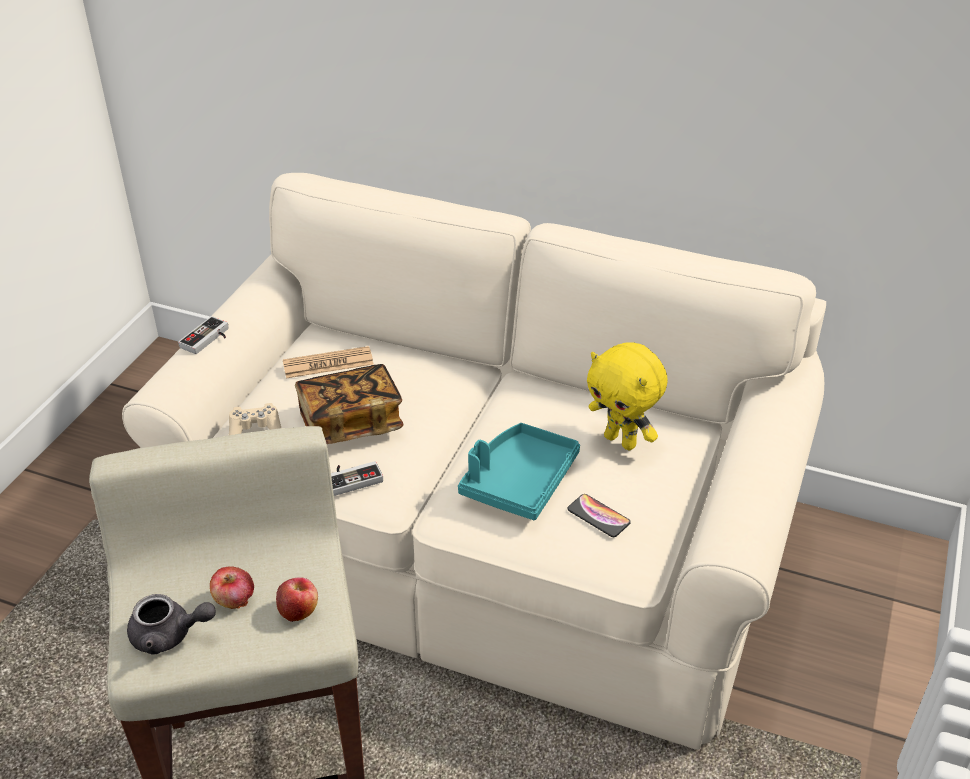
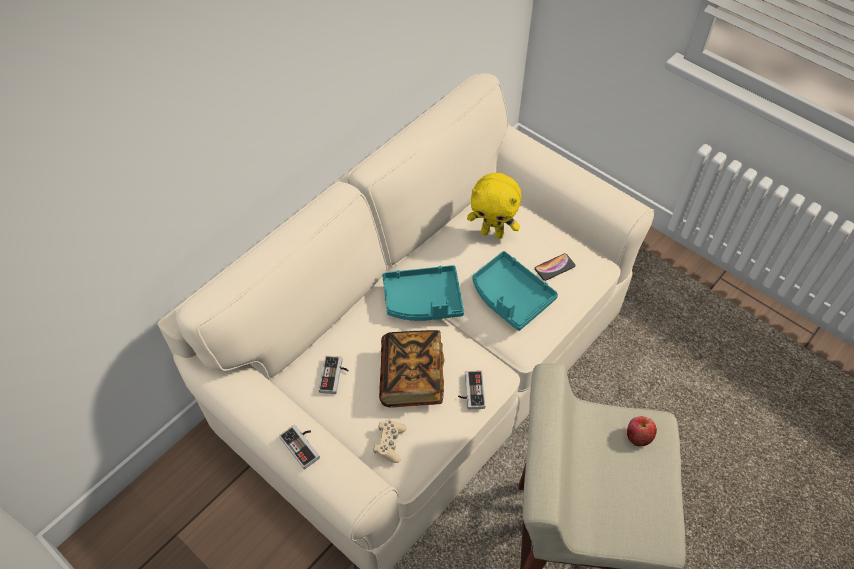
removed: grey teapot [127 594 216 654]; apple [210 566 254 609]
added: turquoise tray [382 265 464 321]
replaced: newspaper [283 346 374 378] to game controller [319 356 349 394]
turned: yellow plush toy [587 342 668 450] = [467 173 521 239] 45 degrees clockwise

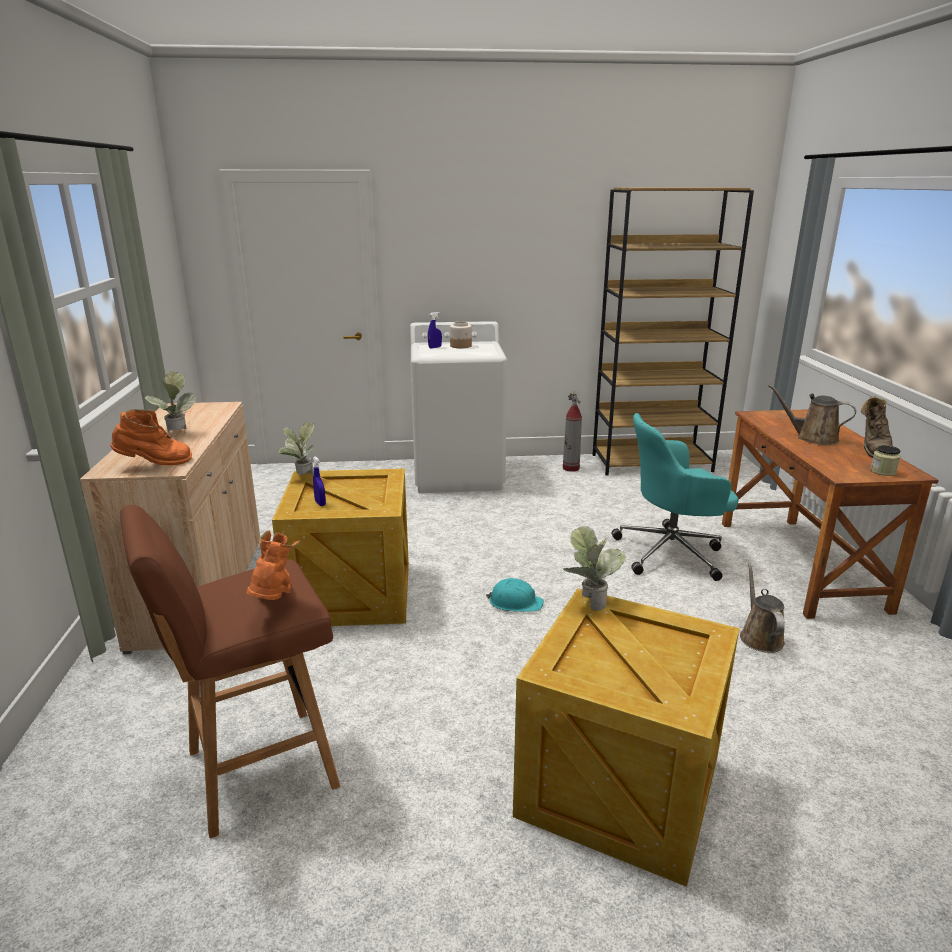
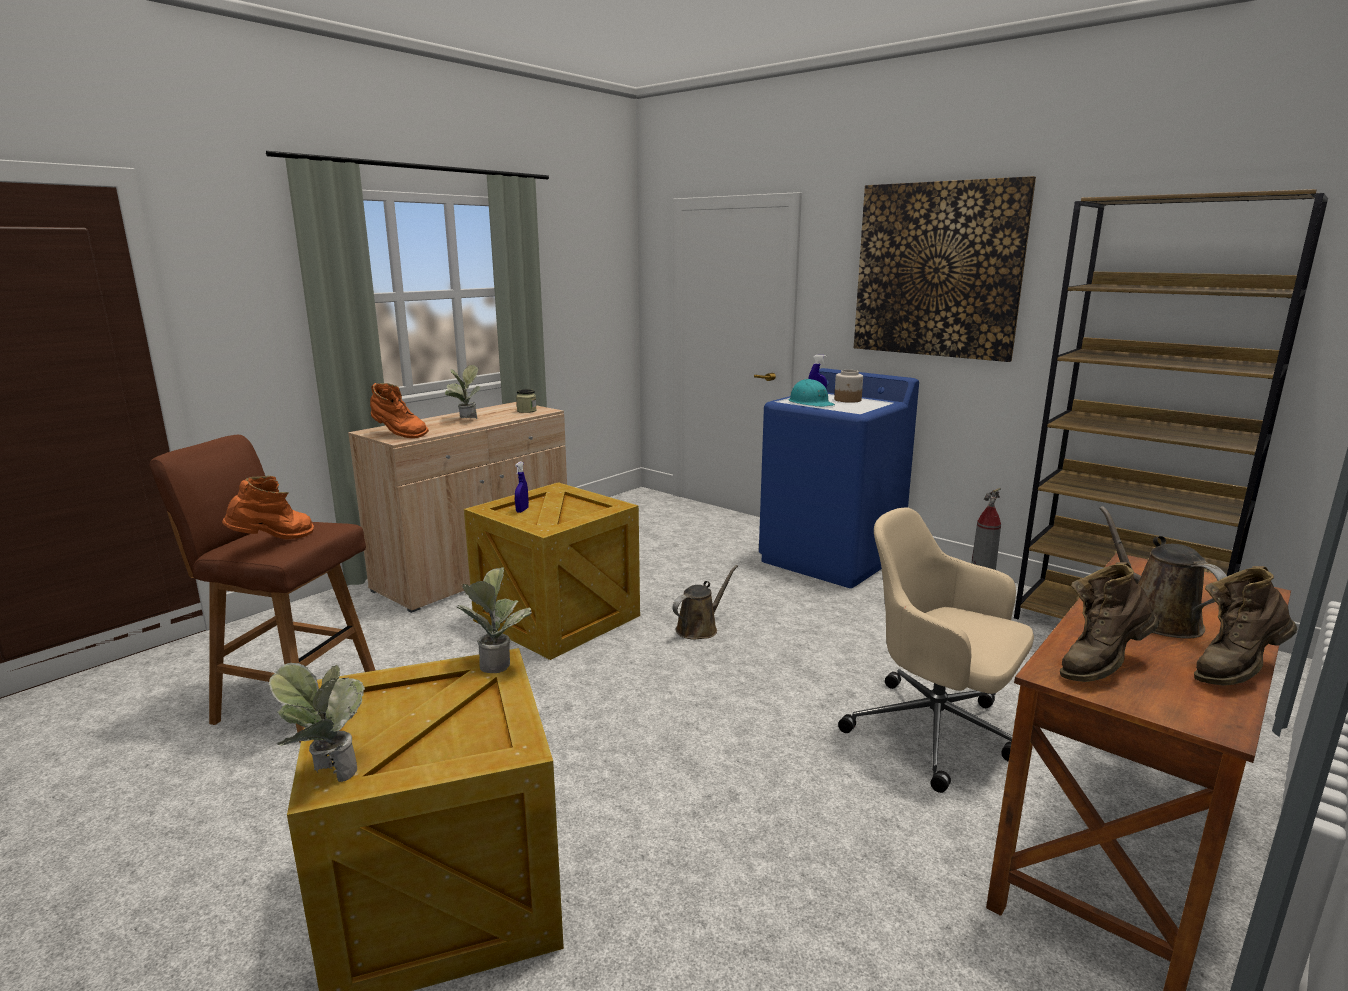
added: picture [854 176 1036 362]; brown boot [1060 562 1159 682]
moved: potted plant [279 422 315 476] to [269 663 365 782]; turquoise hard hat [486 578 544 612] to [789 379 835 407]; brown watering can [740 562 785 653] to [673 565 738 640]; jar [870 445 901 476] to [516 389 537 413]
recoloured: white washing machine [410 321 507 493] to blue washing machine [759 368 919 588]; turquoise office chair [611 413 738 581] to beige office chair [838 508 1034 793]

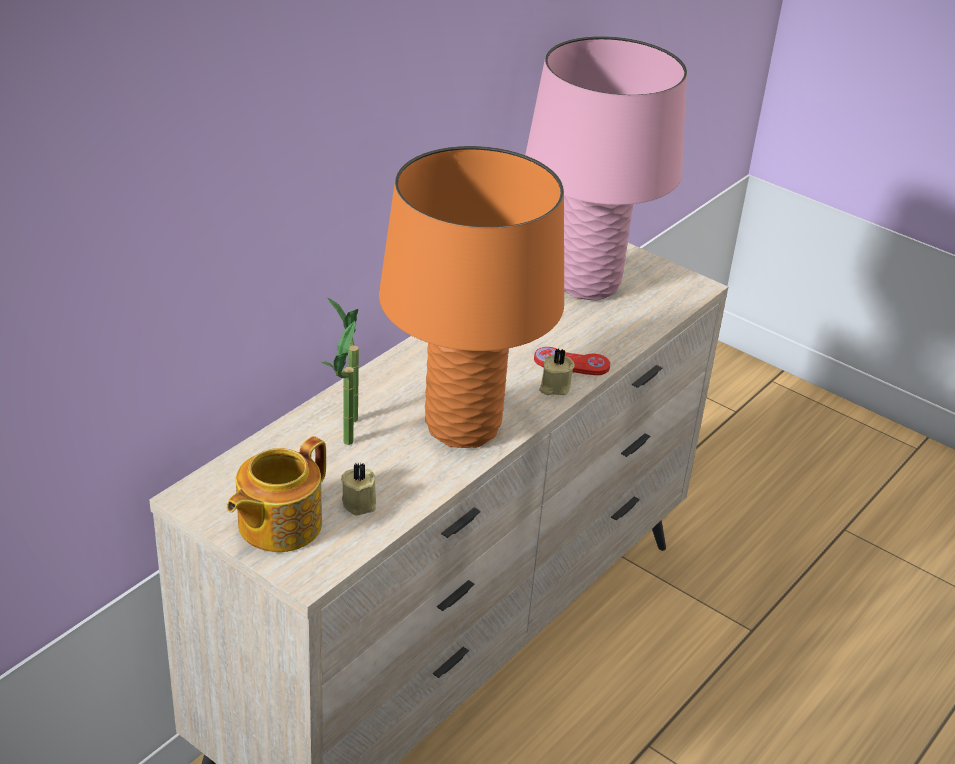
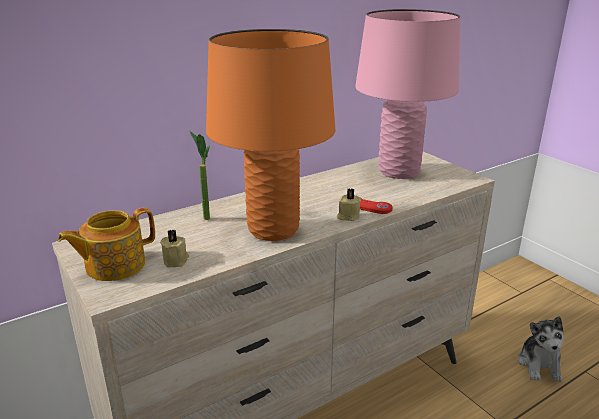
removed: potted plant [321 321 355 445]
added: plush toy [518 316 564 382]

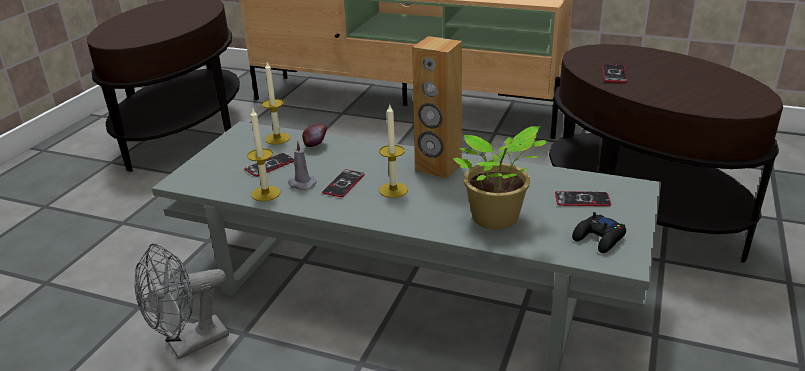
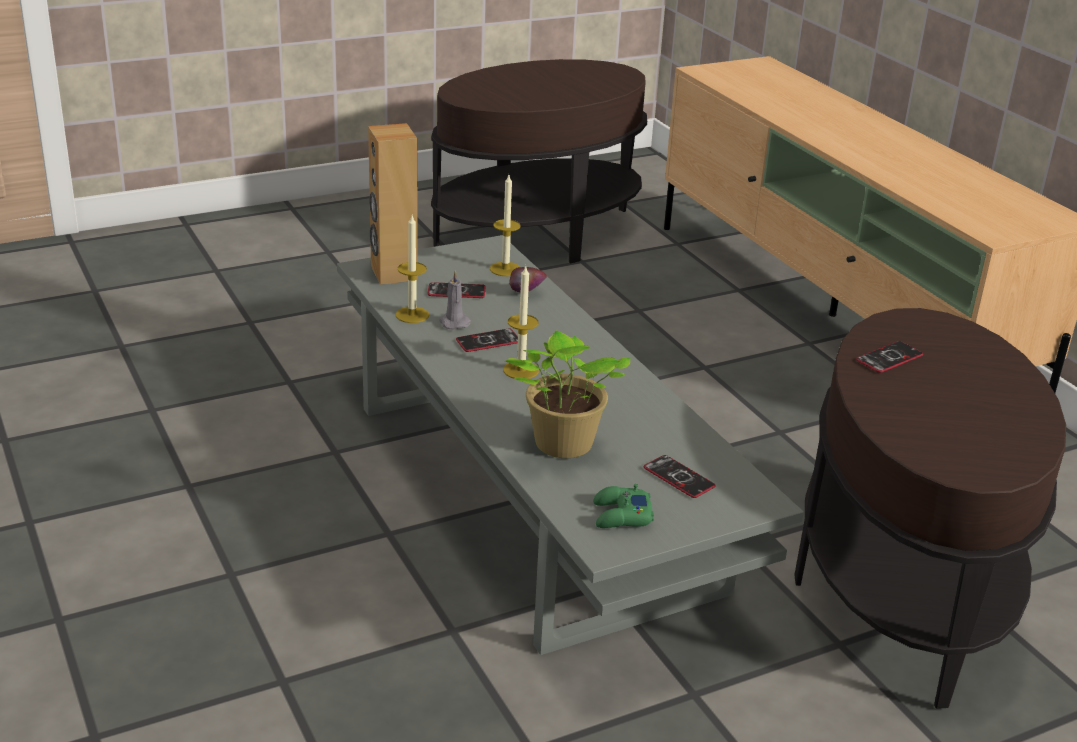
removed: grey fan [134 243 229 359]
moved: brown speaker [412 36 462 179] to [368 123 418 285]
recoloured: black game controller [572 212 626 253] to green game controller [593 484 654 528]

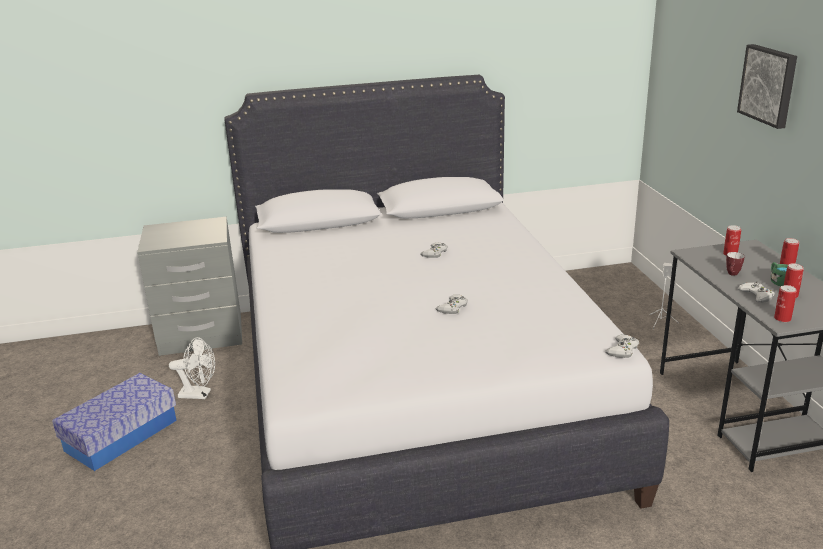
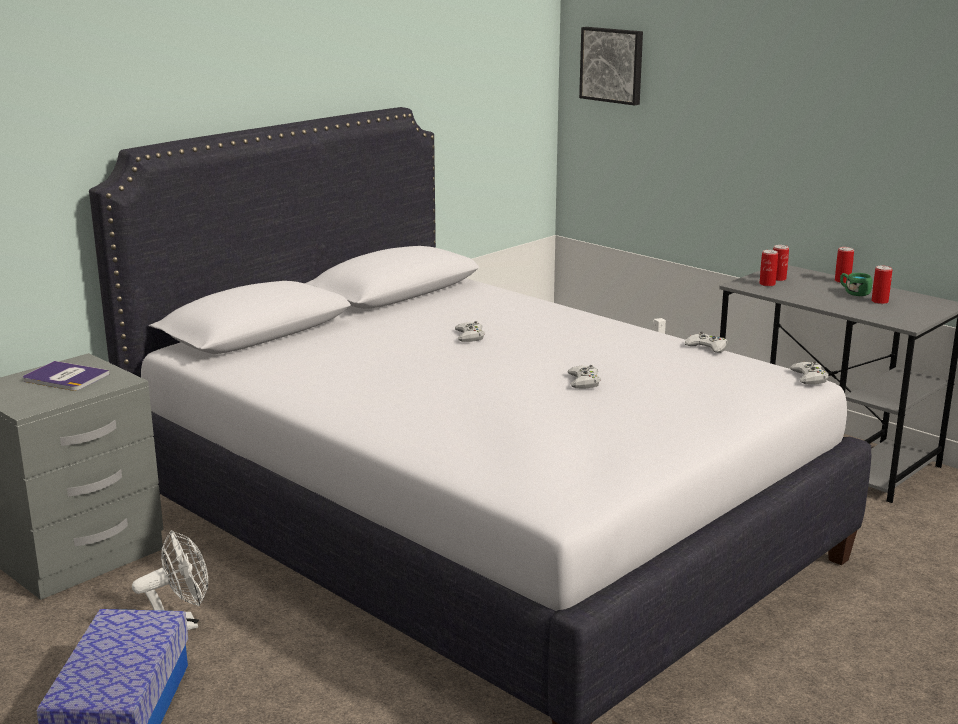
removed: mug [726 252 745 276]
added: book [23 361 109 391]
moved: picture [737 44 797 129] to [579 27 643 106]; white game controller [738 281 775 303] to [685 332 728 353]; can [774 285 797 322] to [759 250 778 287]

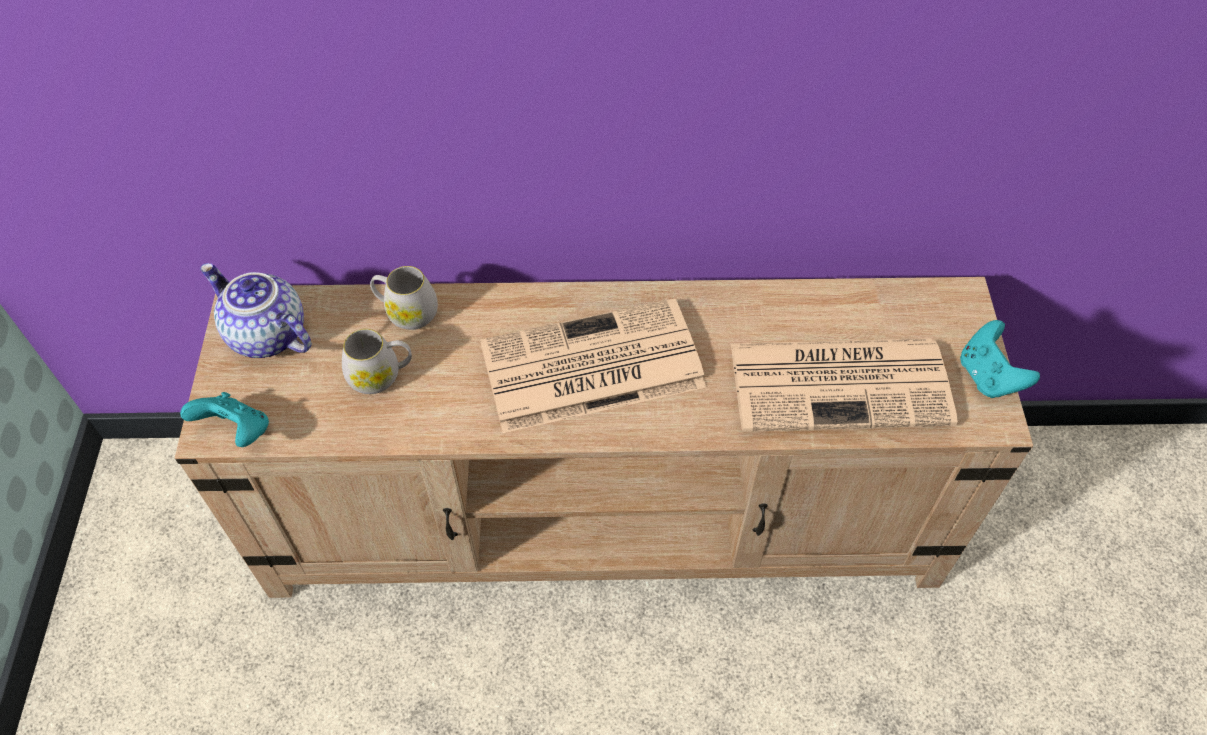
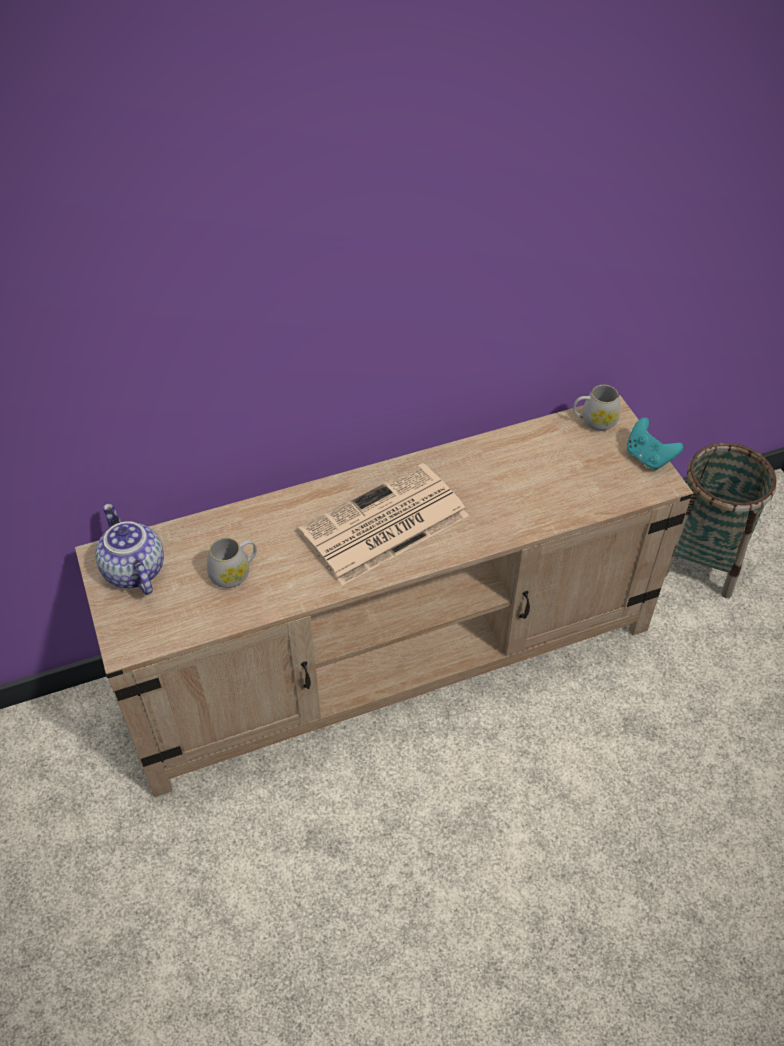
removed: turquoise game controller [180 392 269 447]; newspaper [731 338 958 432]
added: basket [665 443 777 598]
moved: white mug [370 266 438 330] to [573 385 620 431]
turned: teapot [200 263 312 358] = [95 503 164 595] 45 degrees clockwise

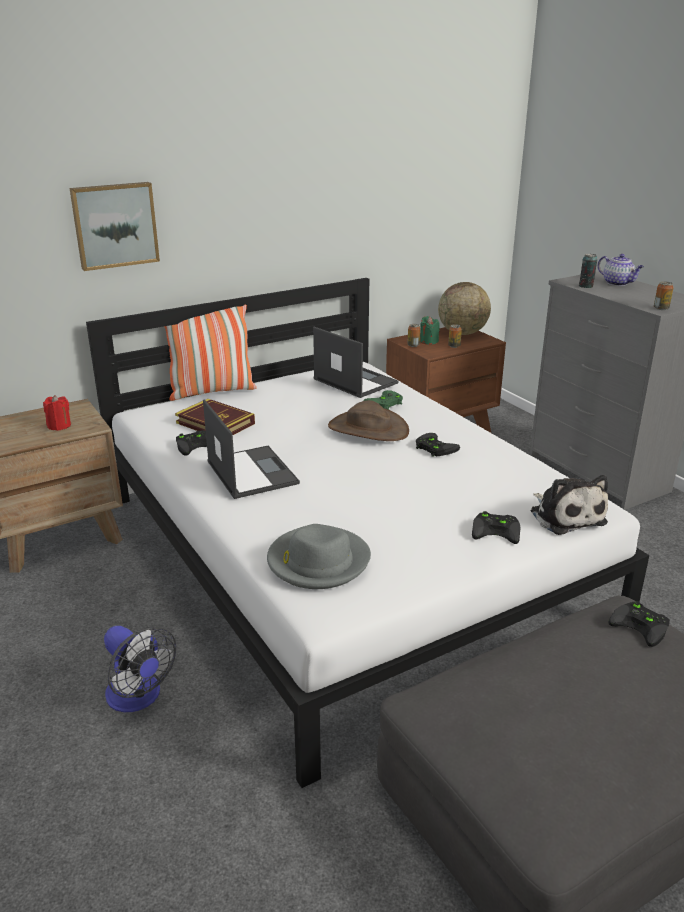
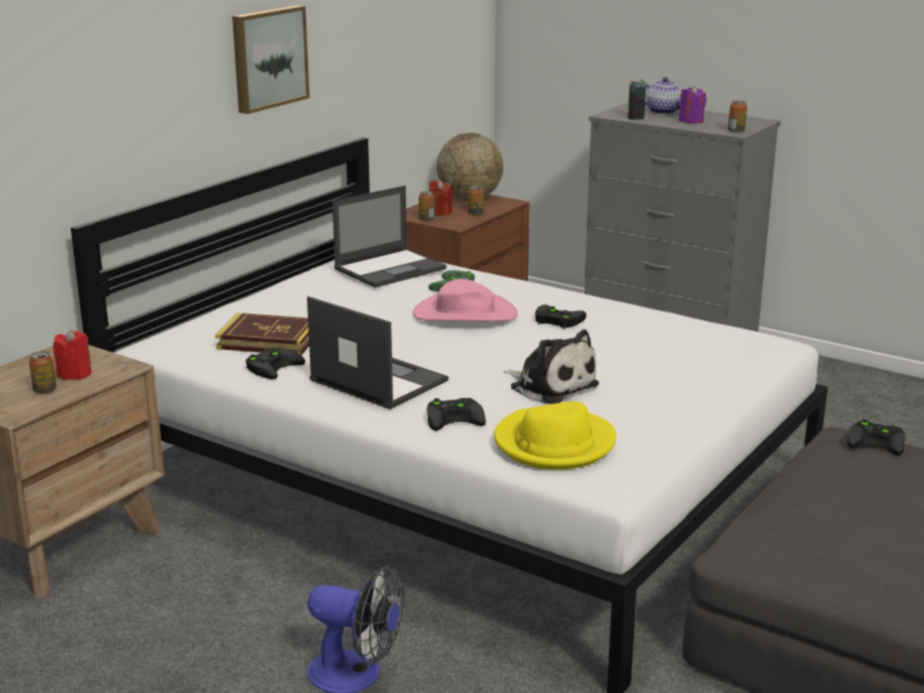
removed: pillow [164 304 257 401]
added: can [29 351 57 394]; purple candle [679 86 707 124]
moved: picture [70 182 160 271] to [232 5 310 114]; black game controller [472 511 520 544] to [427 398 486 431]; plush toy [531 475 608 535] to [504 330 599 404]
recoloured: grey hat [267 524 371 589] to yellow hat [494 402 617 470]; brown hat [328 400 409 441] to pink hat [412 279 518 322]; green candle [420 316 439 345] to red candle [429 180 452 216]
turned: laptop [313 327 398 398] = [332 186 447 288] 120 degrees clockwise

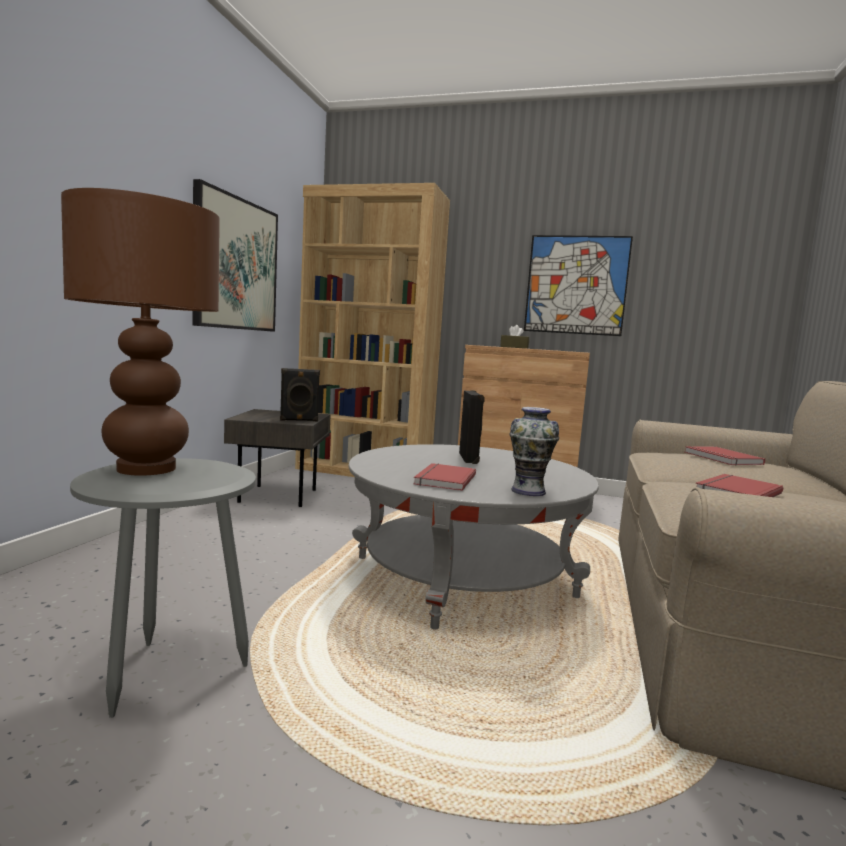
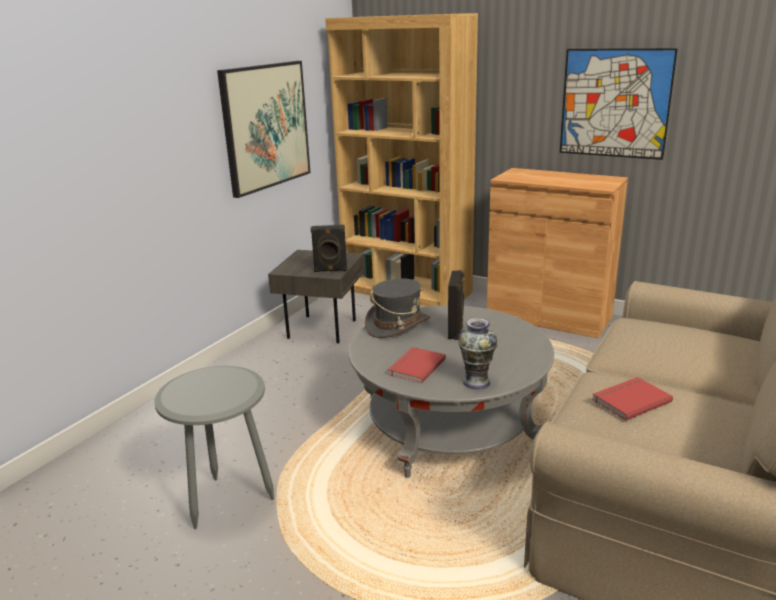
removed: brown table lamp [61 188 220 476]; brown tissue box [500 325 529 349]; red book [685 446 765 466]
added: grey hat [365 278 430 338]

